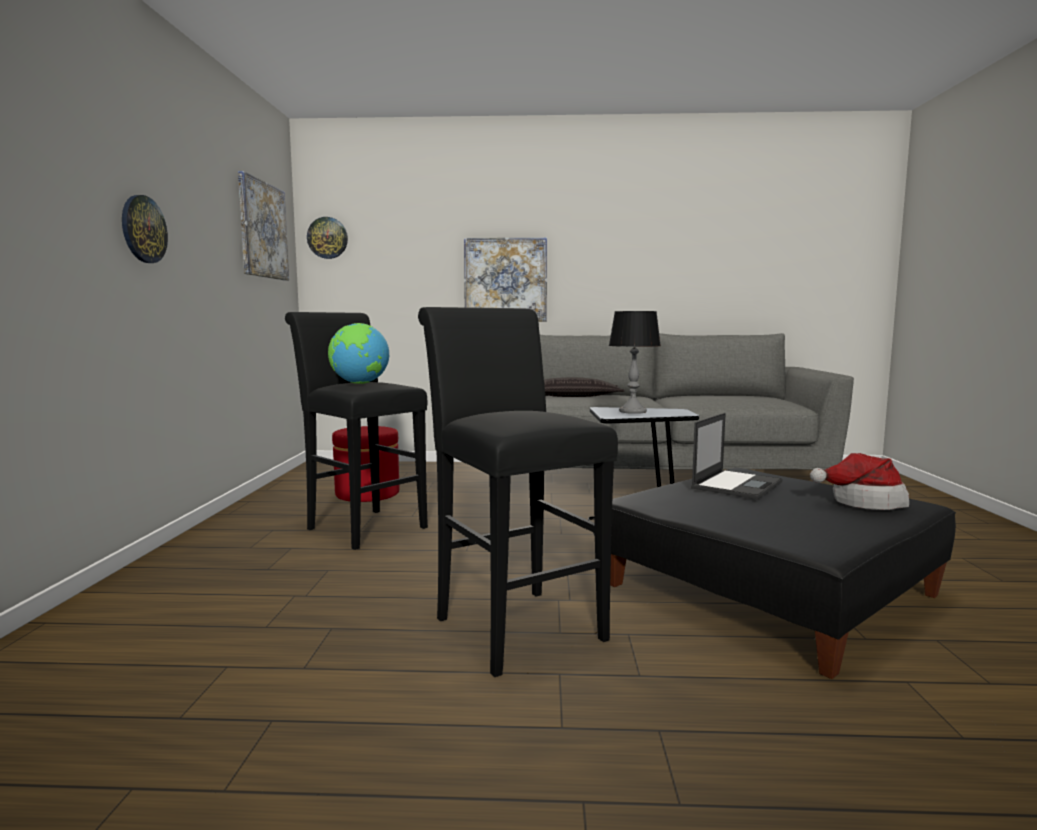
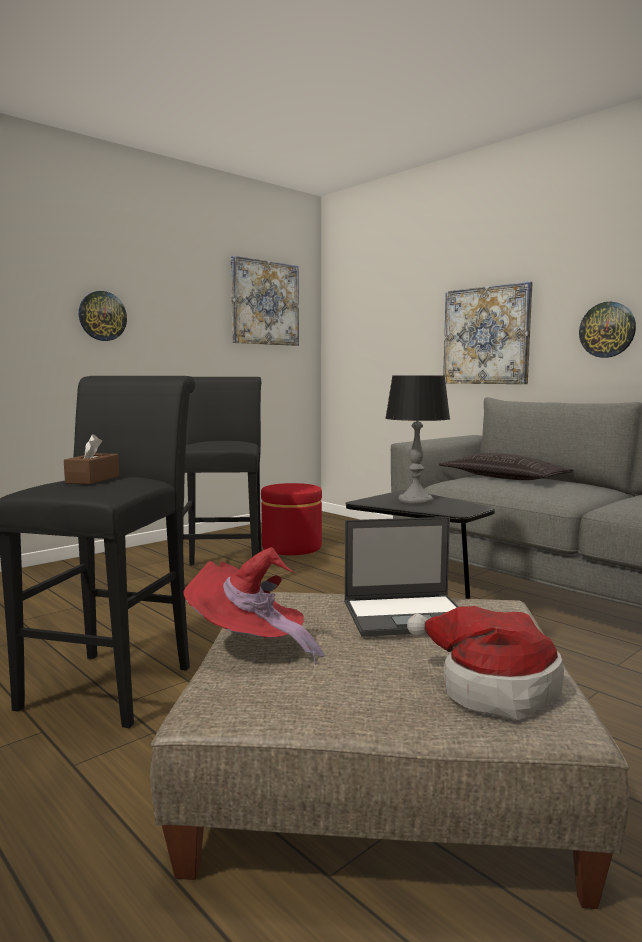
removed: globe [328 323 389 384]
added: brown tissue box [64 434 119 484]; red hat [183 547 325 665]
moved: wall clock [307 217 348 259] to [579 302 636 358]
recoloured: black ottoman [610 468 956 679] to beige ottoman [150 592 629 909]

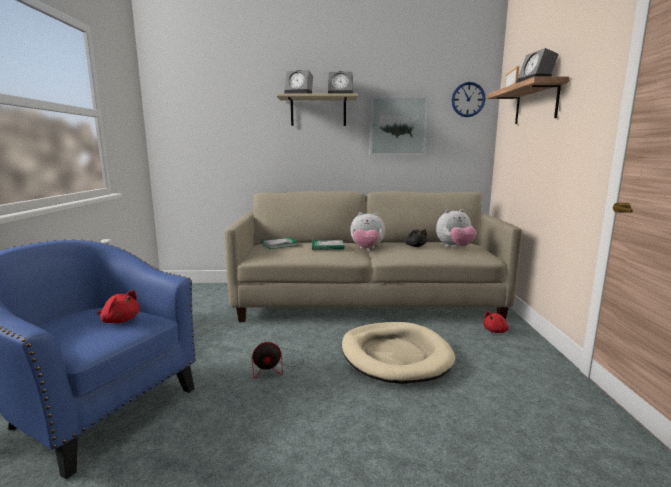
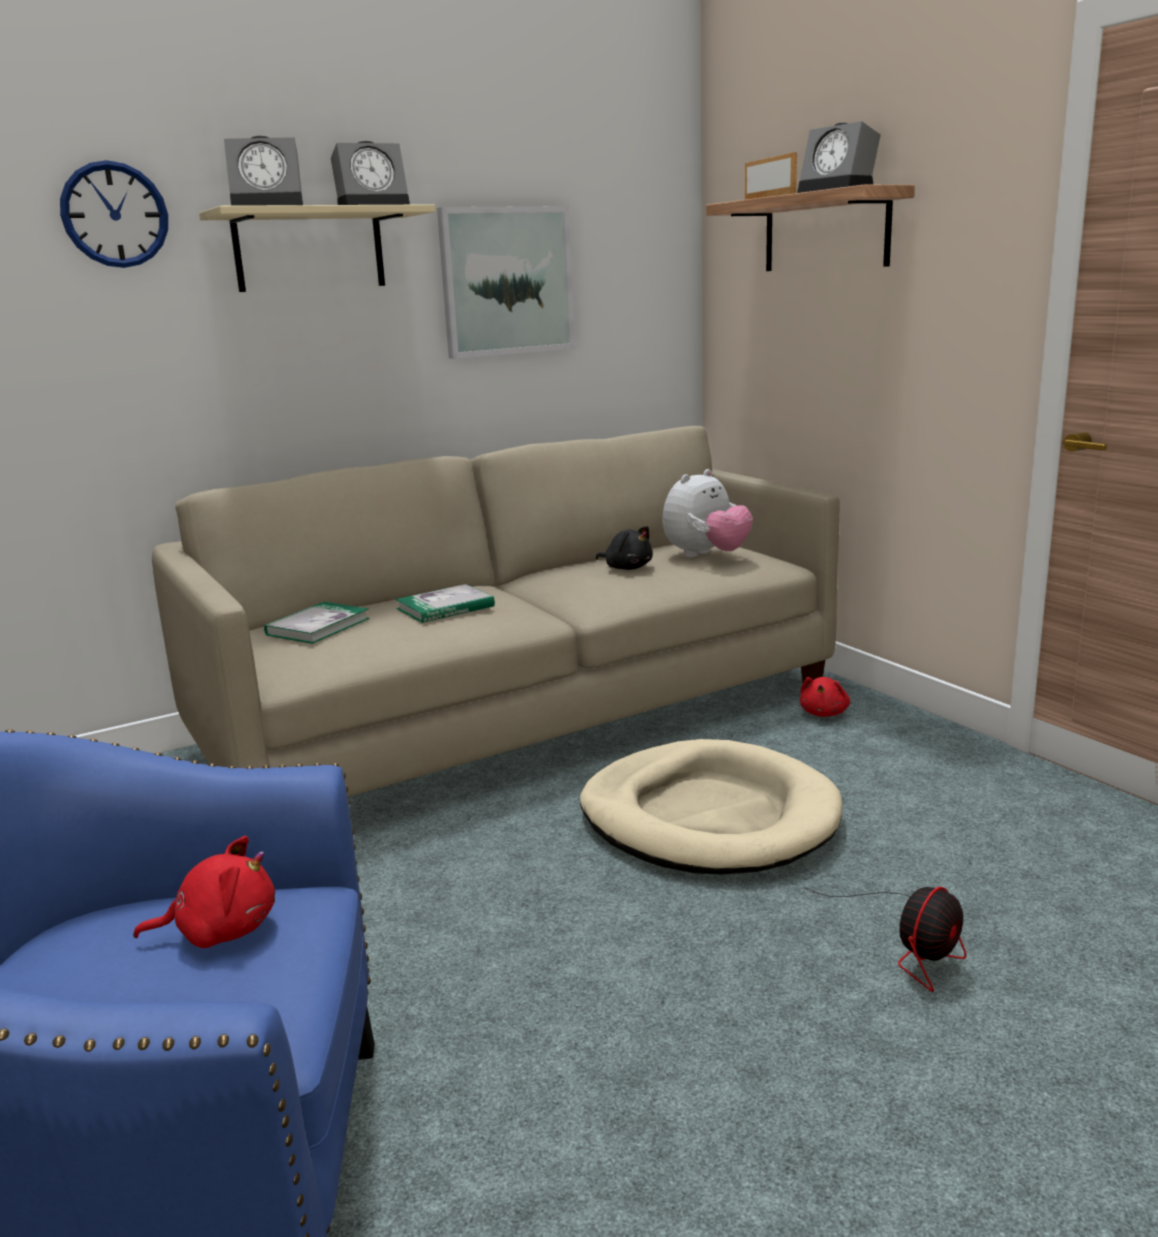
removed: plush toy [350 212 385 249]
moved: fan [252 342 304 379] to [804 887 966 992]; wall clock [452 82 485 117] to [60 160 168 268]

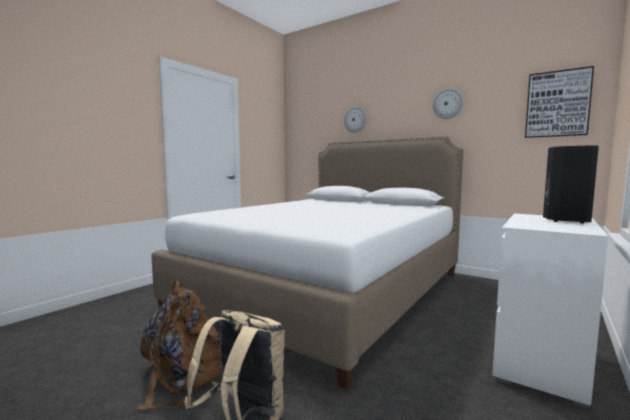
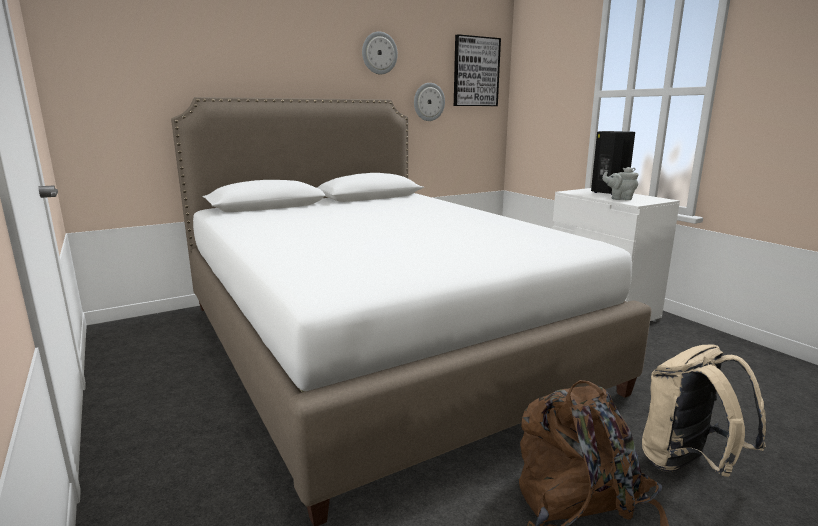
added: grey teapot [602 167 639 200]
moved: wall clock [344 107 367 133] to [414 83 445 121]

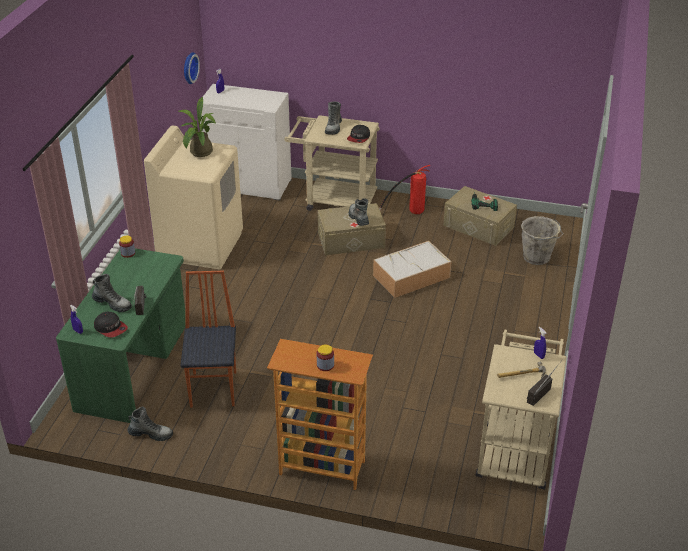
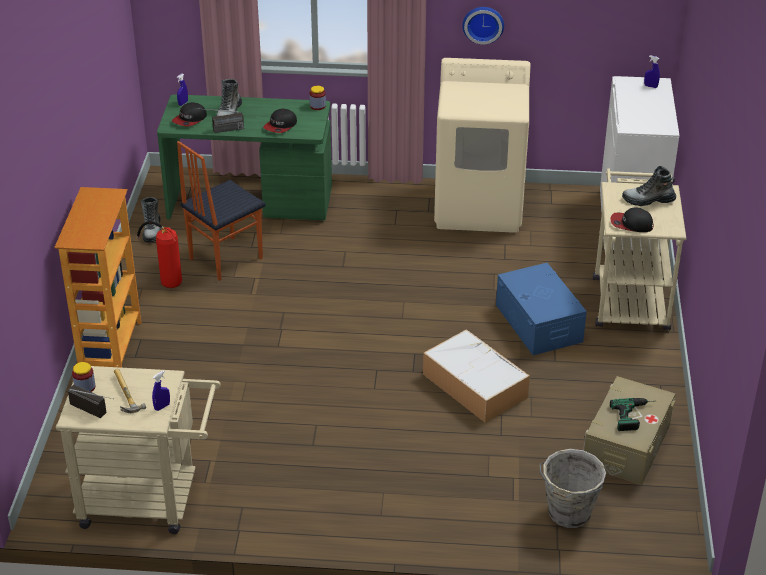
removed: potted plant [178 97 217 157]; boot [349 198 369 226]
added: cap [263 109 297 133]
moved: wall clock [184 52 200 84] to [462 7 504 44]; jar [317 344 334 371] to [72 362 95 392]; fire extinguisher [379 165 430 214] to [136 221 182 288]
recoloured: beige storage box [318 203 386 255] to blue storage box [496 263 587 355]
turned: chair [181 271 236 408] = [177 141 266 281] 150 degrees clockwise

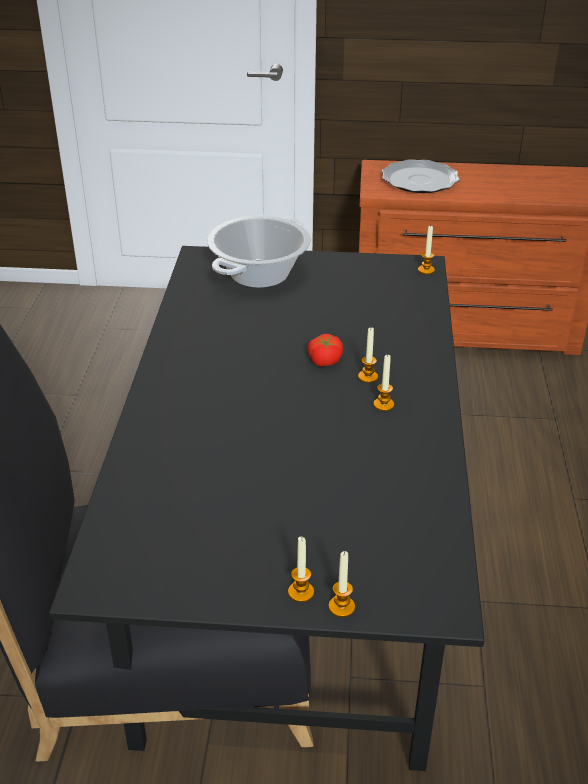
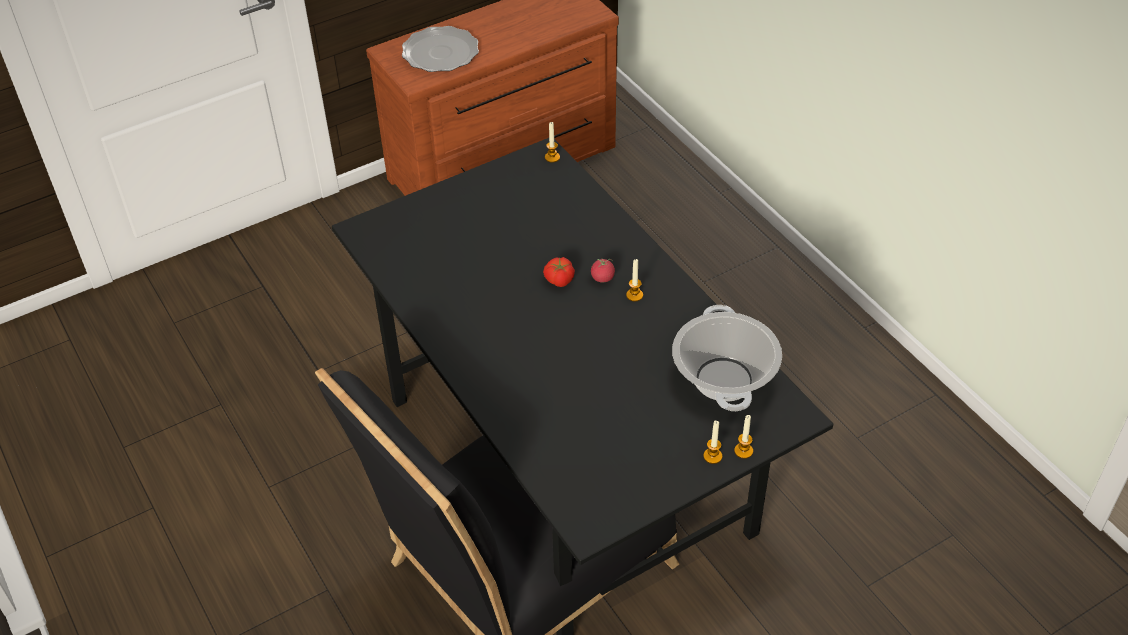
moved: cooking pot [207 216 311 288] to [672 305 782 411]
replaced: candle [358 327 378 383] to tomato [591 259 615 283]

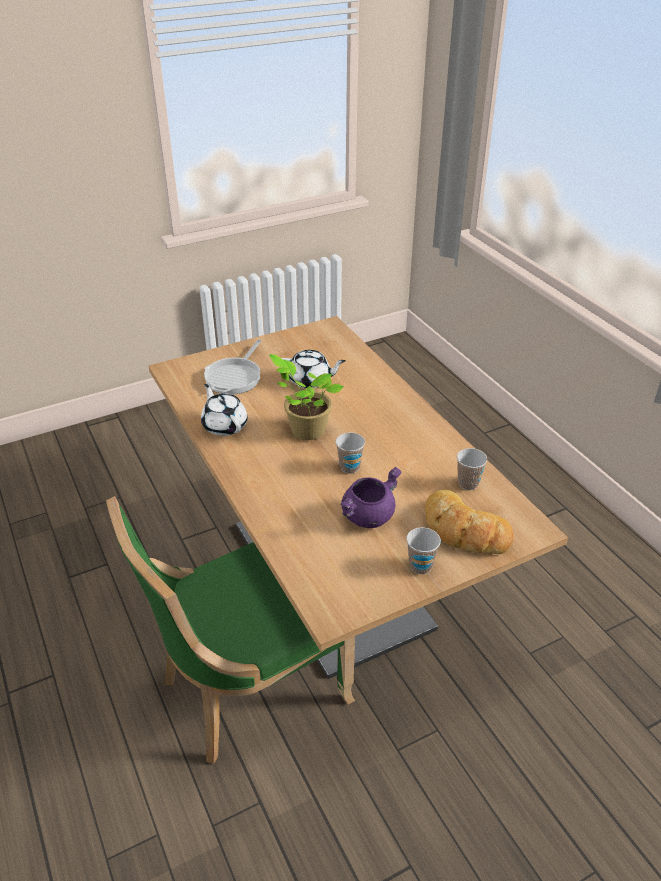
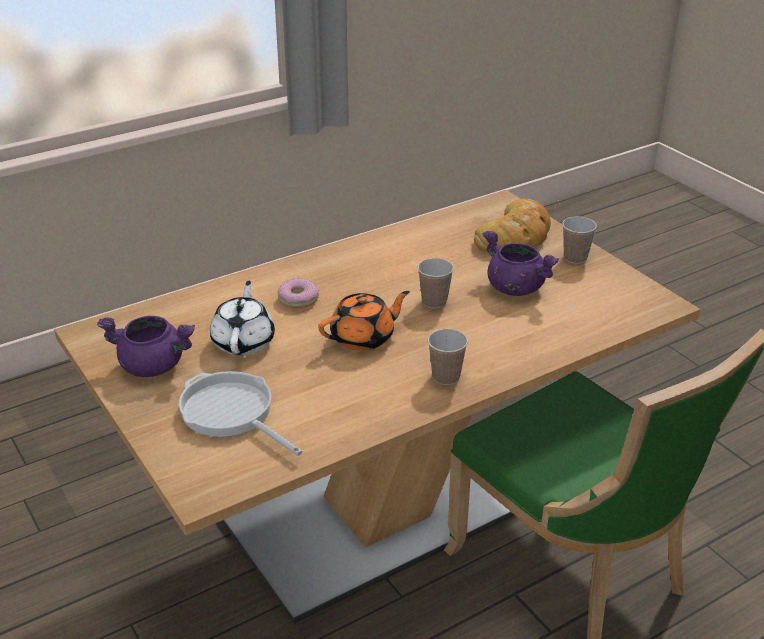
removed: white teapot [201 384 248 436]
added: purple cooking pot [97 316 195 377]; donut [278 278 319 308]
moved: cup [457 448 487 490] to [428 329 468 385]
replaced: potted plant [269 354 344 440] to orange teapot [318 291 410 351]
turned: frying pan [204 339 261 395] = [179 371 303 456] 150 degrees counterclockwise

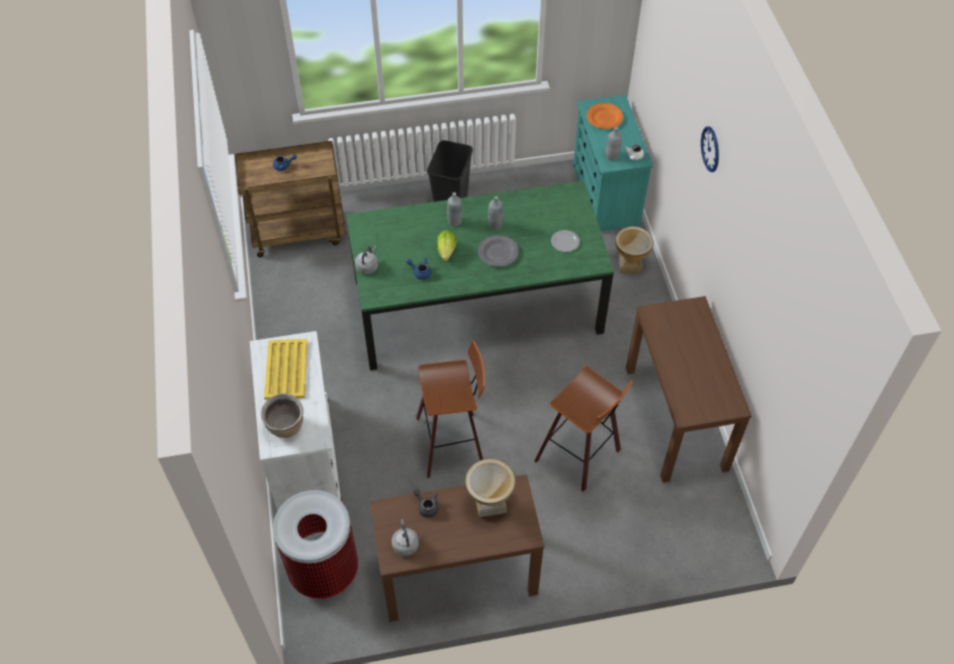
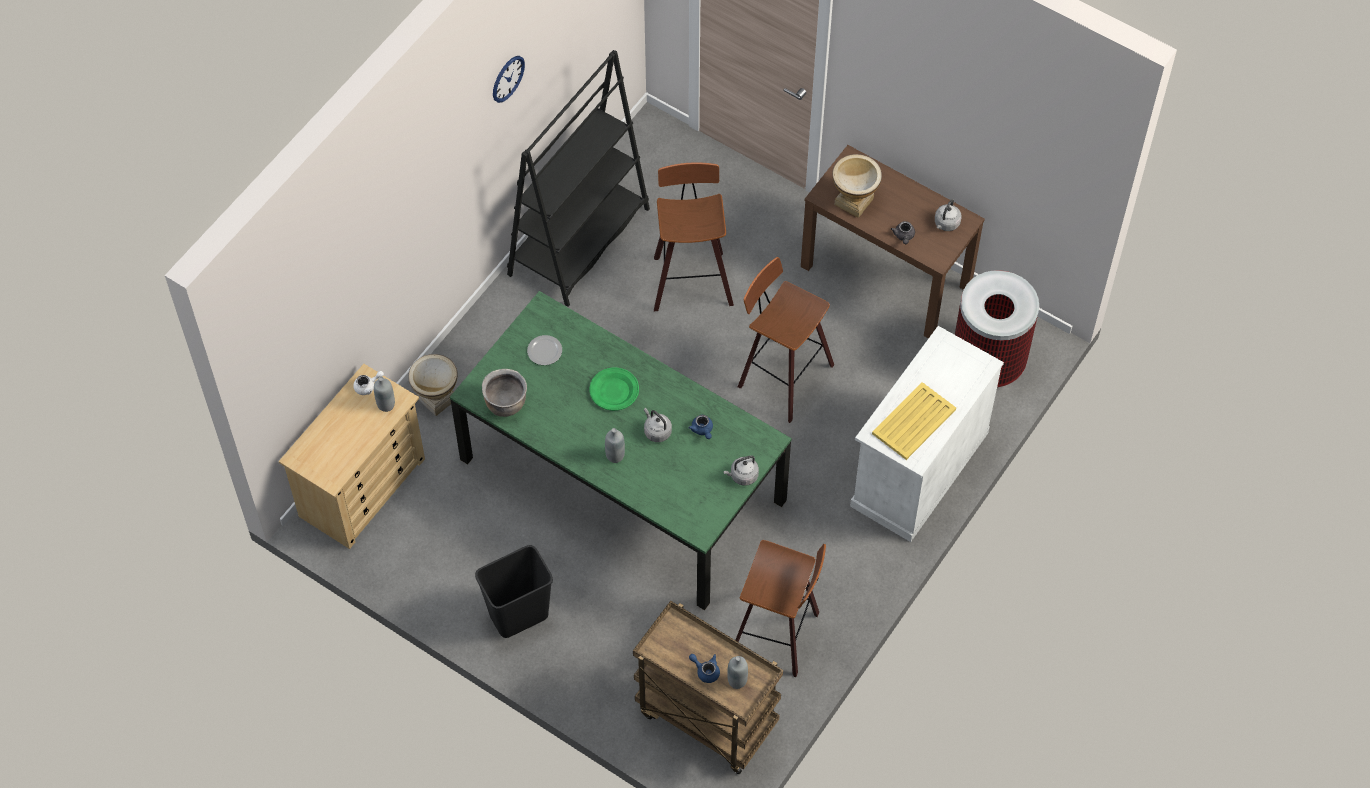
removed: orange plate [587 103 623 129]
added: stool [736 540 826 677]
moved: brown cooking pot [261 393 303 438] to [482 369 527 417]; grey bottle [488 196 503 230] to [727 656 748 689]; wall clock [701 126 719 172] to [493 56 525 103]
replaced: lettuce [437 230 457 261] to grey kettle [644 408 672 442]; brown console table [626 296 752 483] to black bookcase [507 50 650 307]
recoloured: grey plate [478 235 519 267] to green plate [589 368 639 411]; turquoise dresser [573 95 653 231] to beige dresser [279 364 425 549]

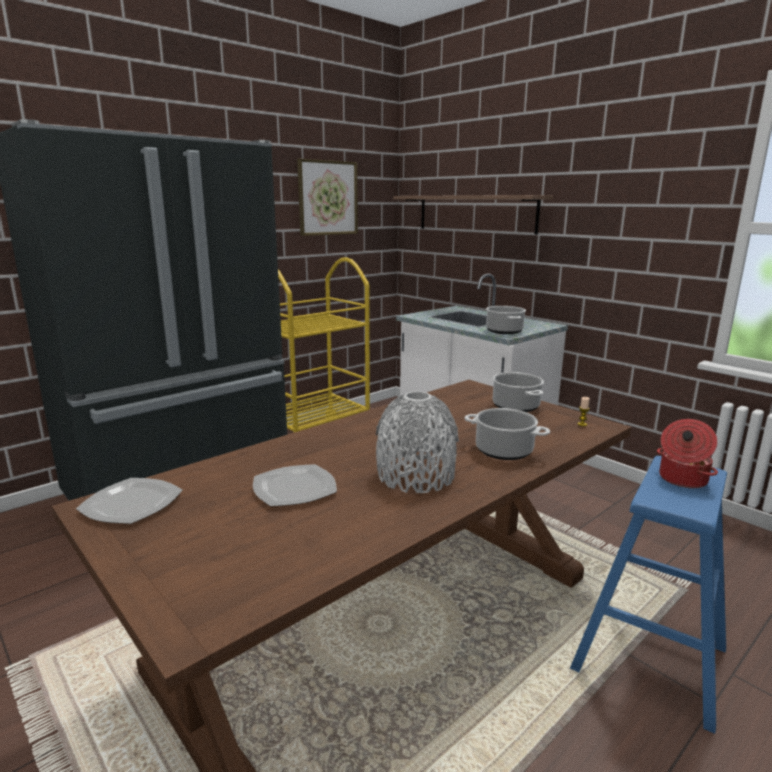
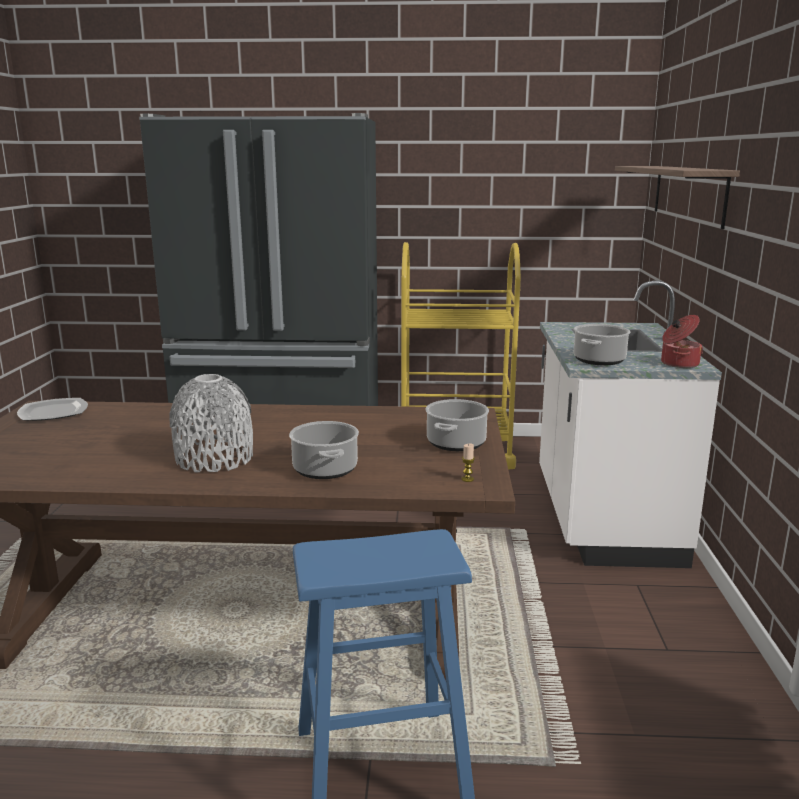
removed: plate [253 464 337 506]; picture [297 159 358 236]
moved: cooking pot [657 419 718 489] to [661 315 703 368]

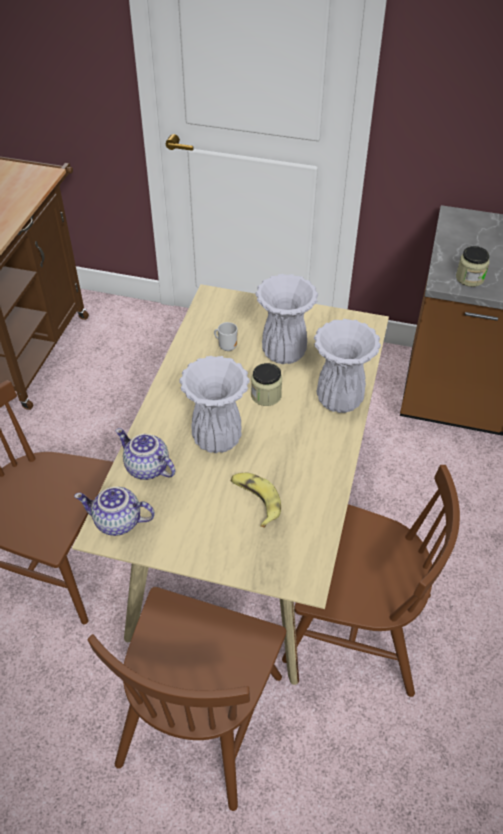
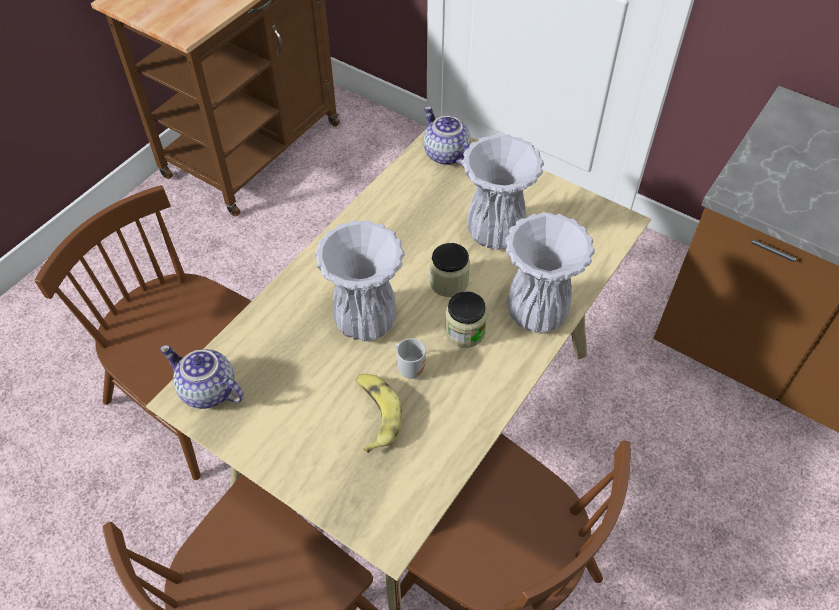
moved: teapot [116 428 175 480] to [423 106 471 165]; mug [214 322 237 351] to [395 338 426 379]; jar [456 246 489 287] to [445 291 487 348]

